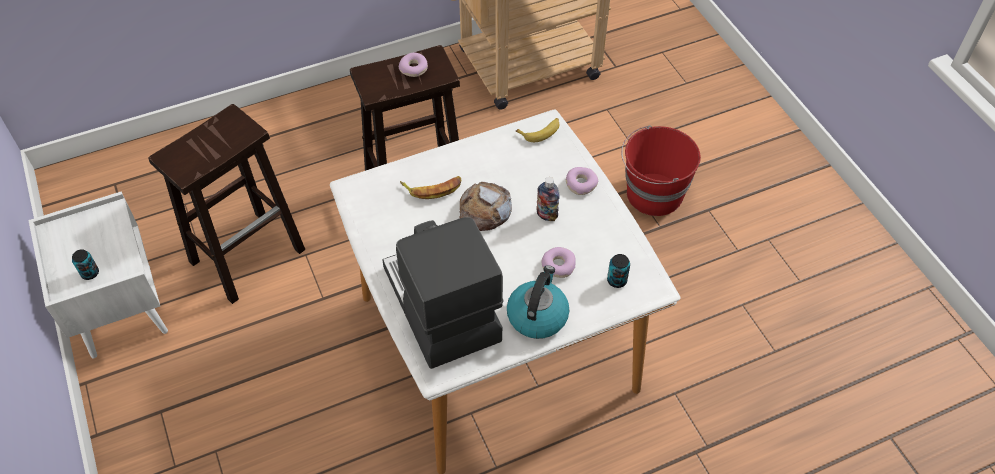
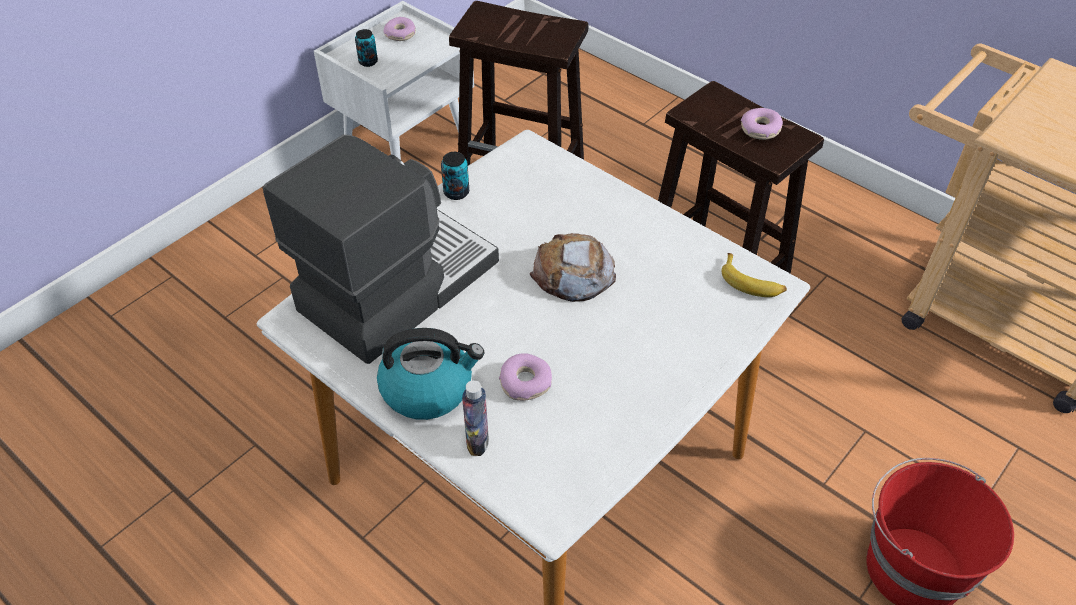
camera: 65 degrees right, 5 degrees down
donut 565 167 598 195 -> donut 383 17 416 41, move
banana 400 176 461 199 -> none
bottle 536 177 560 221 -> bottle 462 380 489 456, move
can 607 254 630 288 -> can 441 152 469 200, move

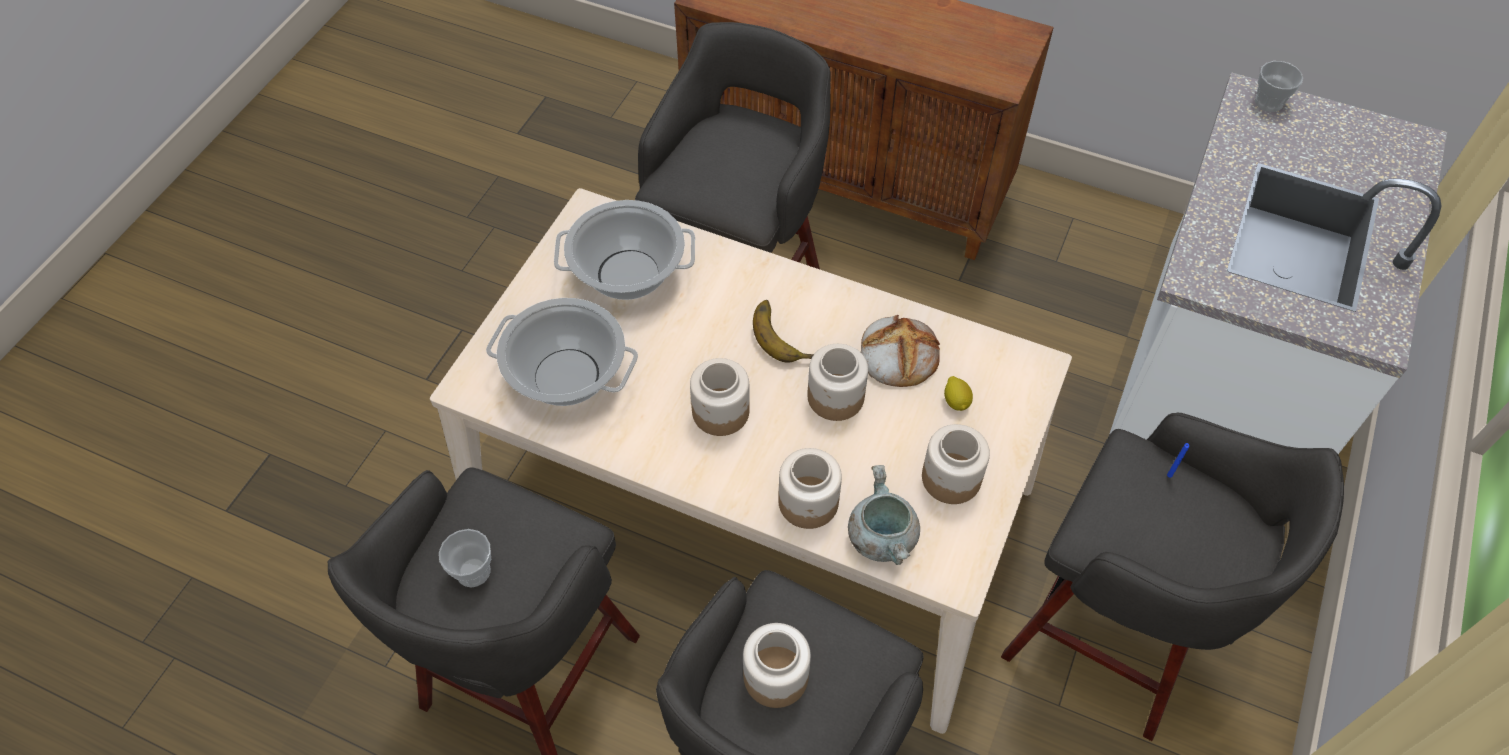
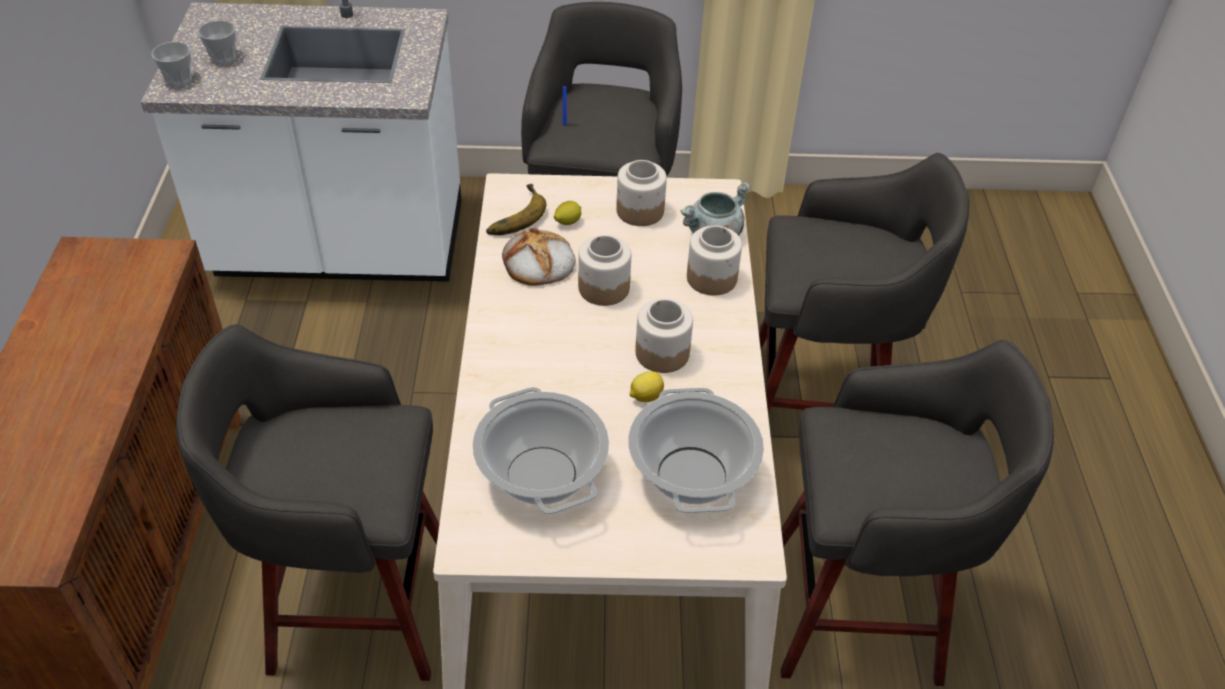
camera: 115 degrees left, 10 degrees down
banana 753 300 814 363 -> banana 486 184 546 235, move
cup 439 529 491 587 -> cup 198 20 236 65, move
jar 743 623 811 708 -> none
none -> lemon 630 371 664 402

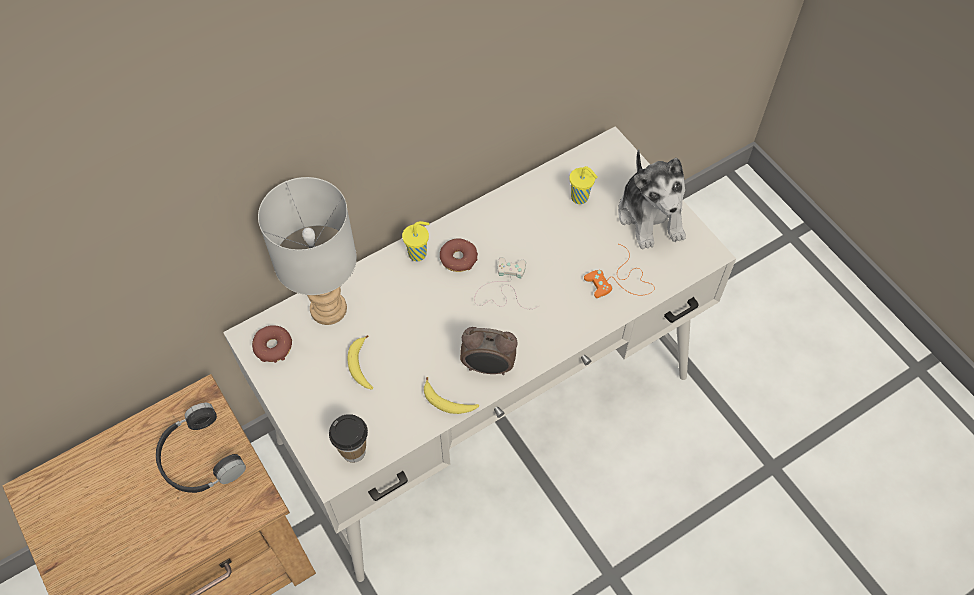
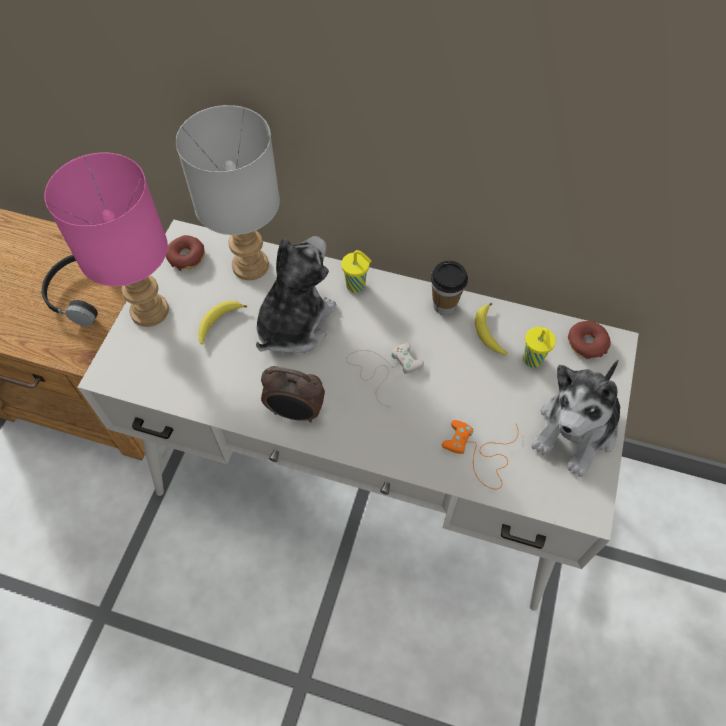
camera: 50 degrees right, 0 degrees up
donut 440 238 478 272 -> donut 568 321 611 359, move
alarm clock 460 327 518 375 -> alarm clock 261 366 325 422, 45 degrees counterclockwise
banana 424 377 479 414 -> banana 475 303 508 355, move
cup 329 414 368 463 -> cup 431 261 468 315, move
none -> table lamp (pink) 44 152 169 327
none -> plush toy 256 236 336 354

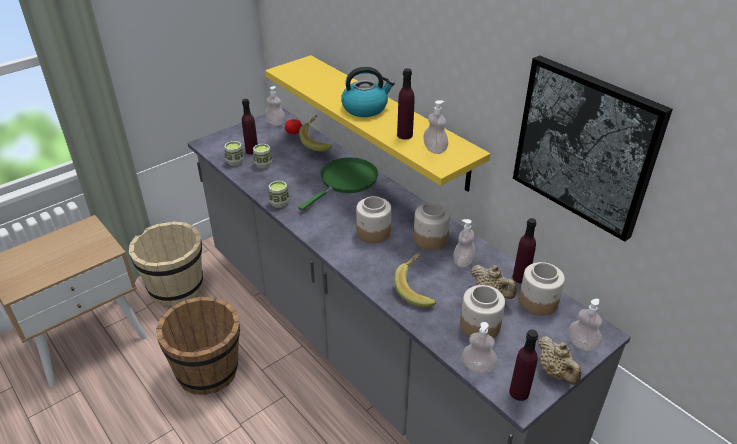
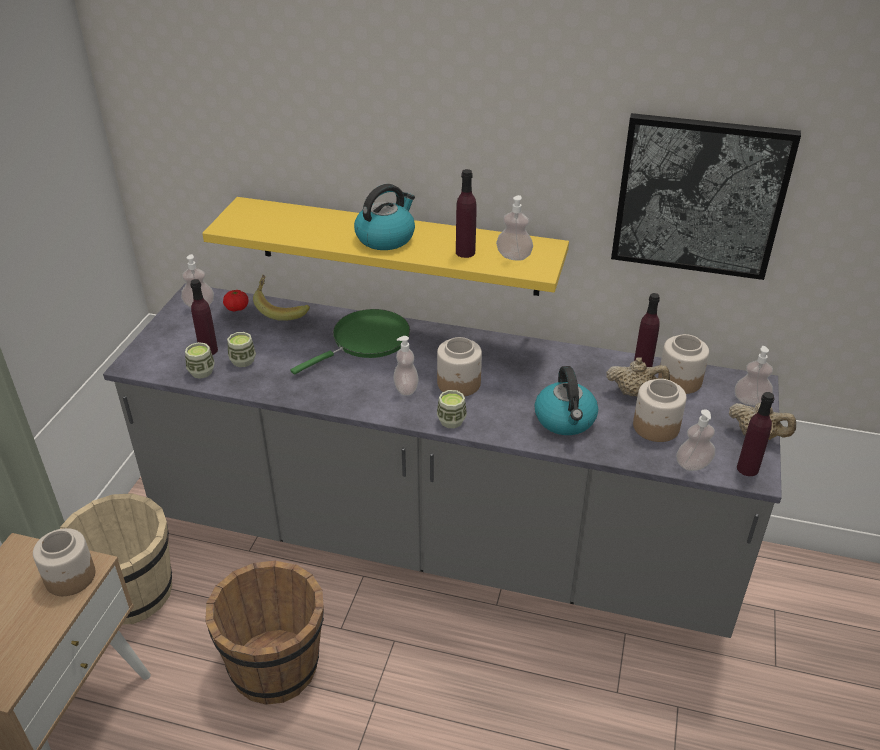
camera: 35 degrees left, 0 degrees up
frying pan (green) 298 158 378 210 -> frying pan (green) 291 309 410 375, 45 degrees clockwise
cup 269 181 290 208 -> cup 437 390 467 428, move
jar 414 202 450 250 -> jar 33 528 95 596, move
soap dispenser 453 219 475 268 -> soap dispenser 393 336 419 396, move
banana 394 252 436 308 -> kettle 535 366 598 435

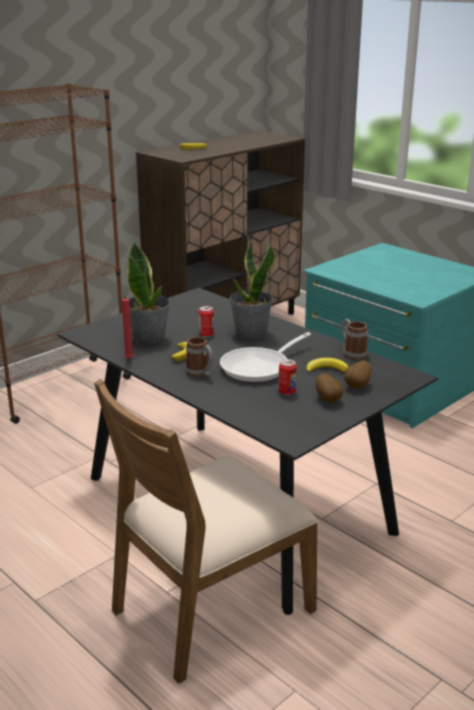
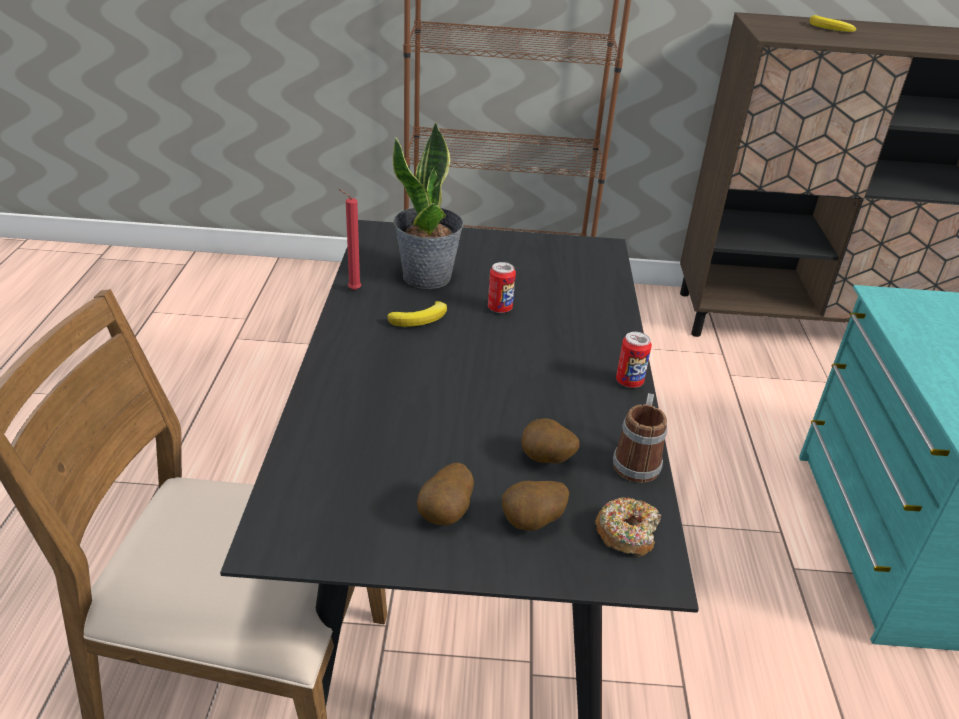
camera: 45 degrees right, 10 degrees up
potted plant 230 240 275 340 -> none
frying pan 220 332 311 382 -> none
mug 185 337 213 377 -> none
banana 307 358 349 373 -> potato 521 418 580 463
can 278 359 297 395 -> can 616 332 652 388, move
none -> donut 595 497 661 557

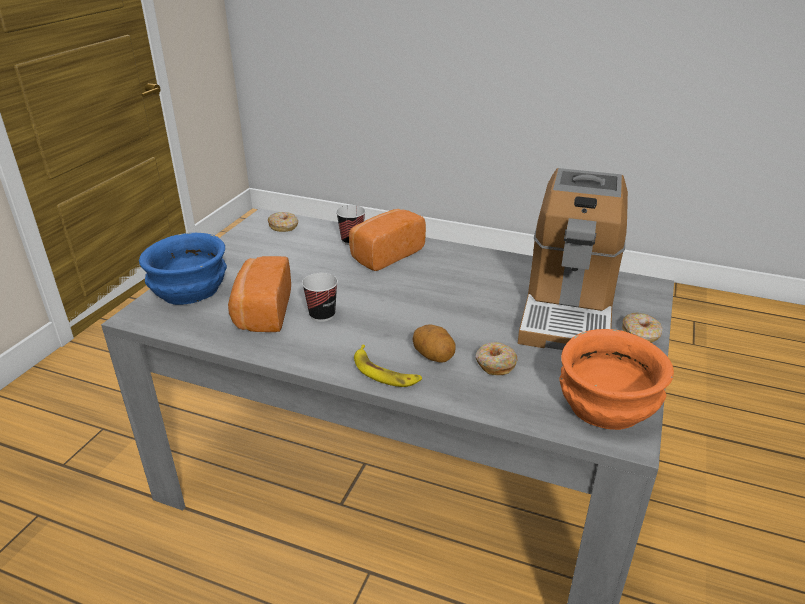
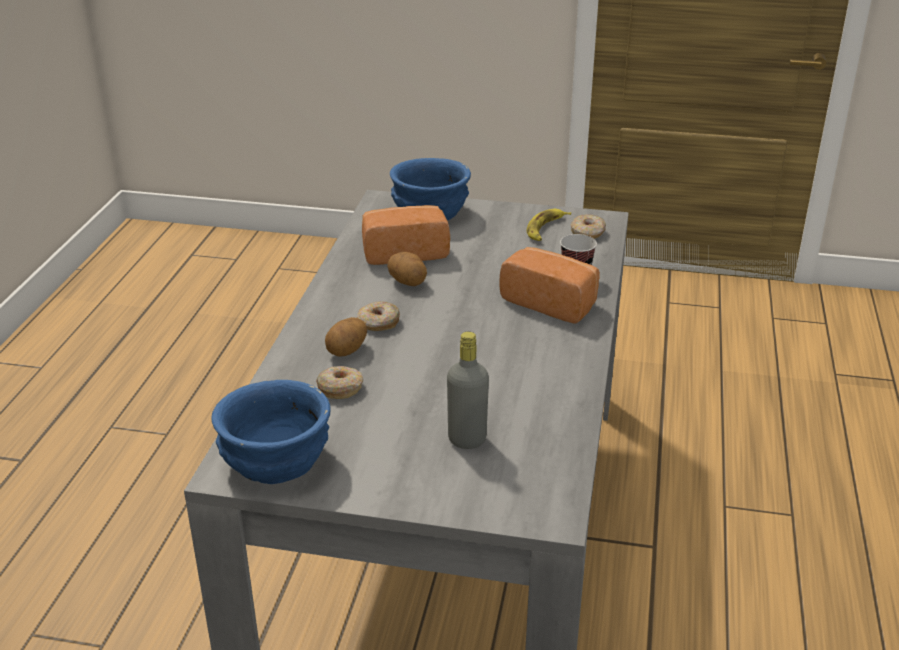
camera: 80 degrees right, 0 degrees up
coffee machine 518 168 628 350 -> bottle (grey) 447 332 489 449
cup 302 273 338 322 -> potato 387 252 427 286
donut 622 313 663 343 -> donut 357 301 400 331, move
bowl (orange) 559 329 674 430 -> bowl (blue) 211 380 331 484
banana 354 344 422 387 -> banana 527 209 571 241, move

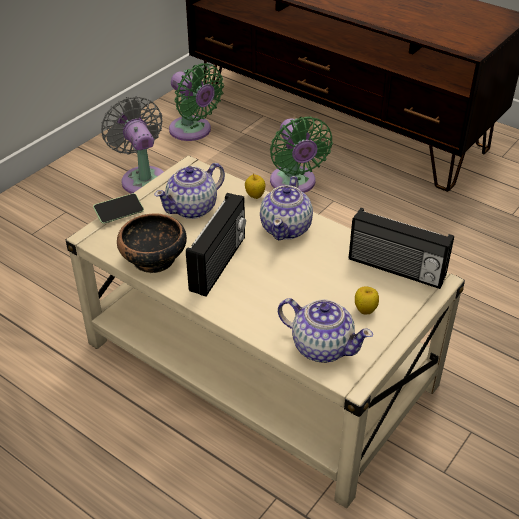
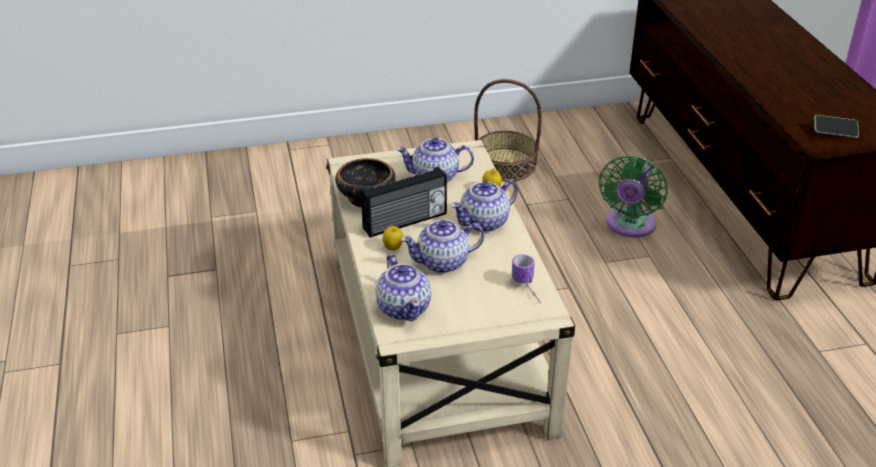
camera: 40 degrees right, 5 degrees down
fan (green) 169 63 224 141 -> none
fan (grey) 101 96 164 194 -> basket 474 79 542 181
phone 93 193 144 224 -> phone 814 115 859 138, move
radio 349 208 454 289 -> mug 512 255 541 304
apple 355 286 379 314 -> apple 382 226 403 251, move
none -> teapot 401 220 484 273

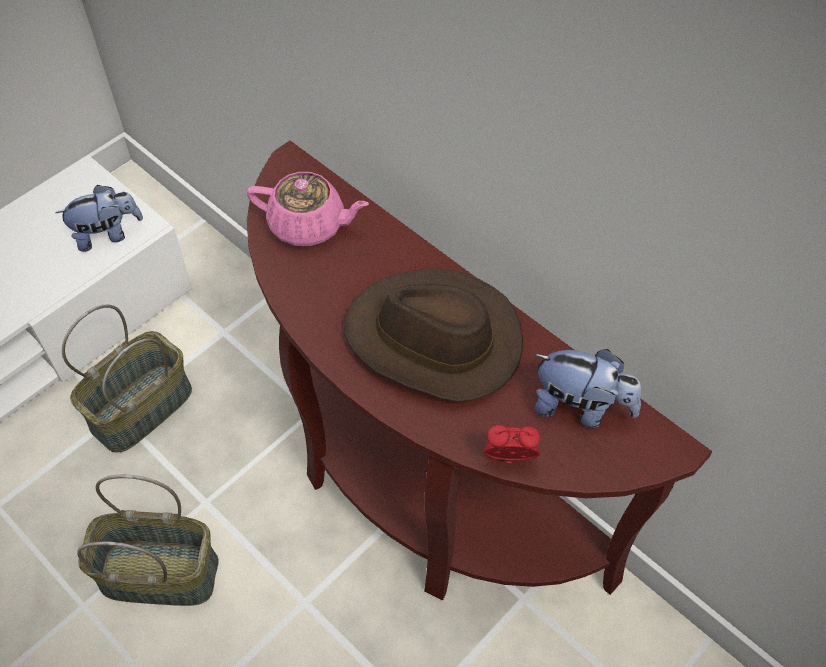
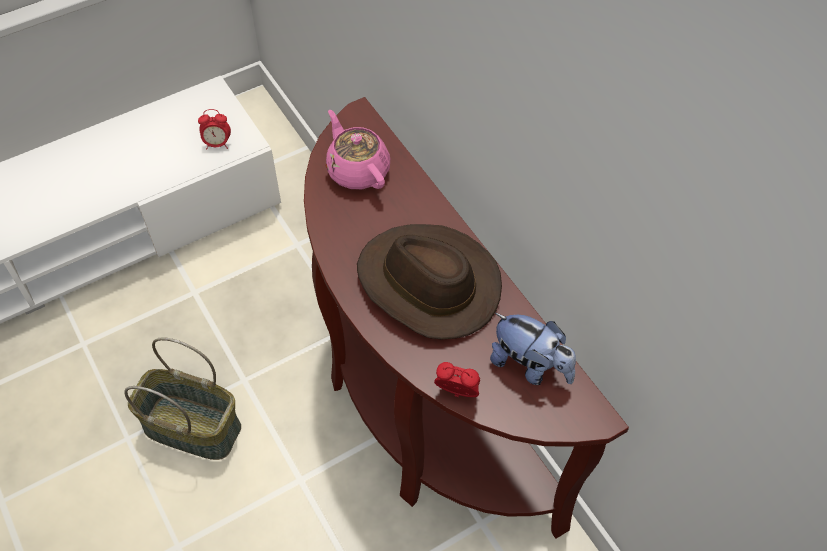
camera: 15 degrees right, 0 degrees up
teapot (pink) 247 172 369 246 -> teapot (pink) 326 110 390 189, 150 degrees counterclockwise
plush toy 55 185 143 252 -> alarm clock 198 109 231 150
basket 62 305 192 453 -> none

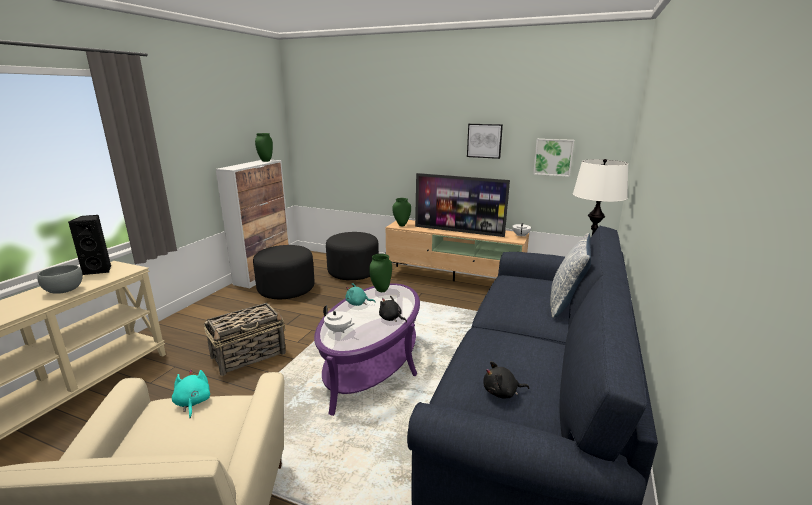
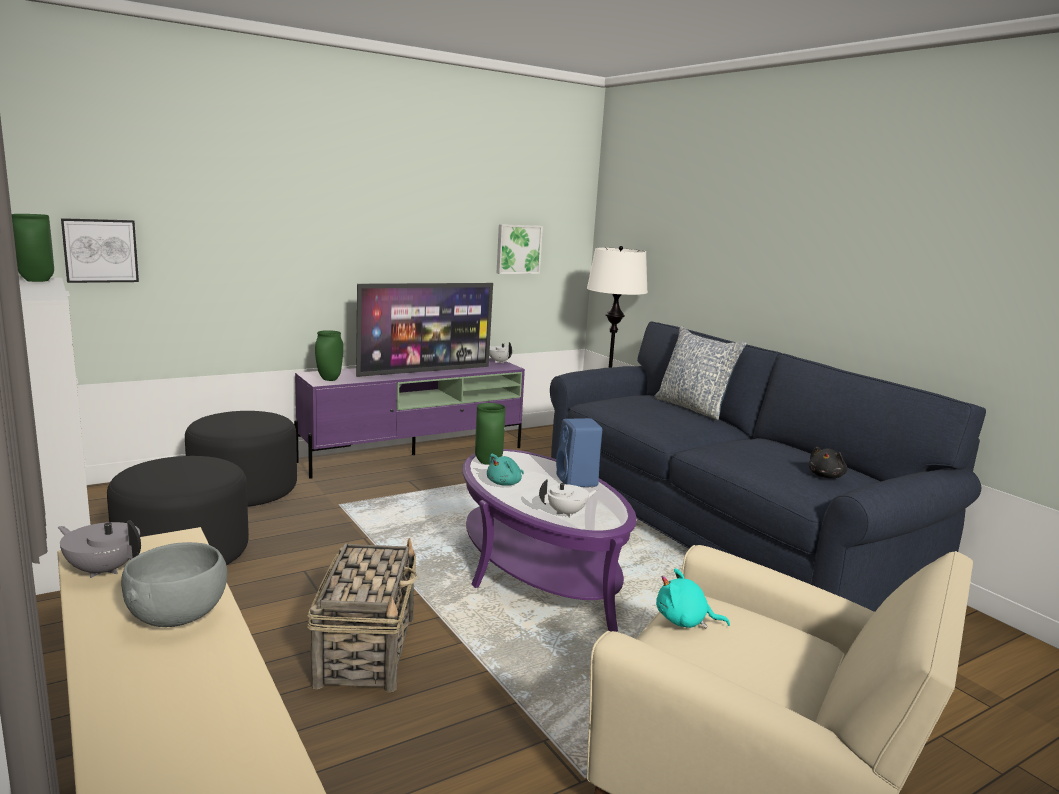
camera: 55 degrees left, 5 degrees down
picture 467 124 503 159 -> picture 61 218 139 283, move
speaker (black) 68 215 111 275 -> teapot (grey) 58 520 141 578
tv stand (beige) 385 220 529 281 -> tv stand (purple) 294 358 525 479
plush toy (black) 379 296 407 323 -> speaker (blue) 556 418 602 487

